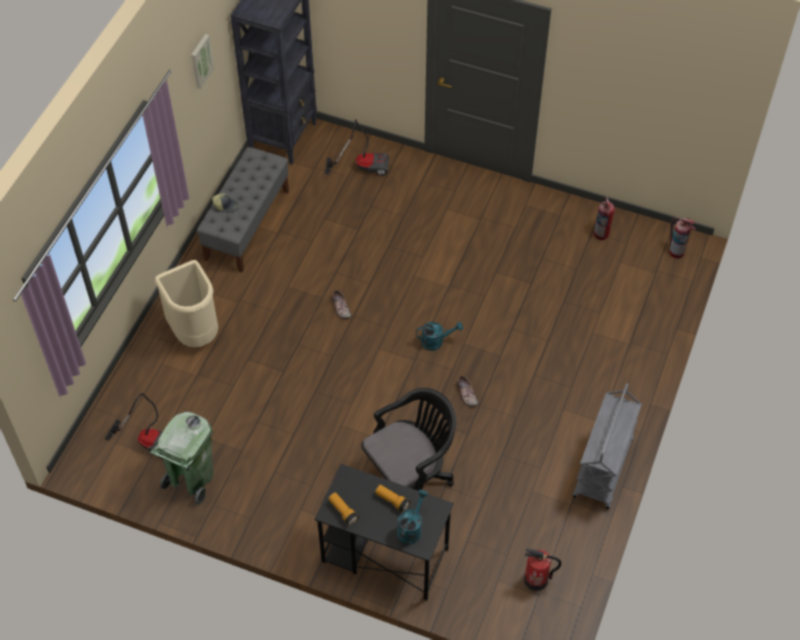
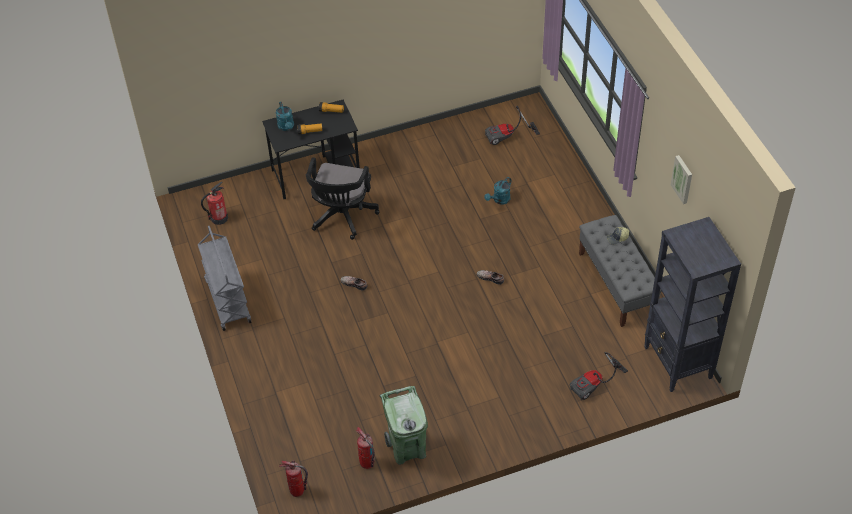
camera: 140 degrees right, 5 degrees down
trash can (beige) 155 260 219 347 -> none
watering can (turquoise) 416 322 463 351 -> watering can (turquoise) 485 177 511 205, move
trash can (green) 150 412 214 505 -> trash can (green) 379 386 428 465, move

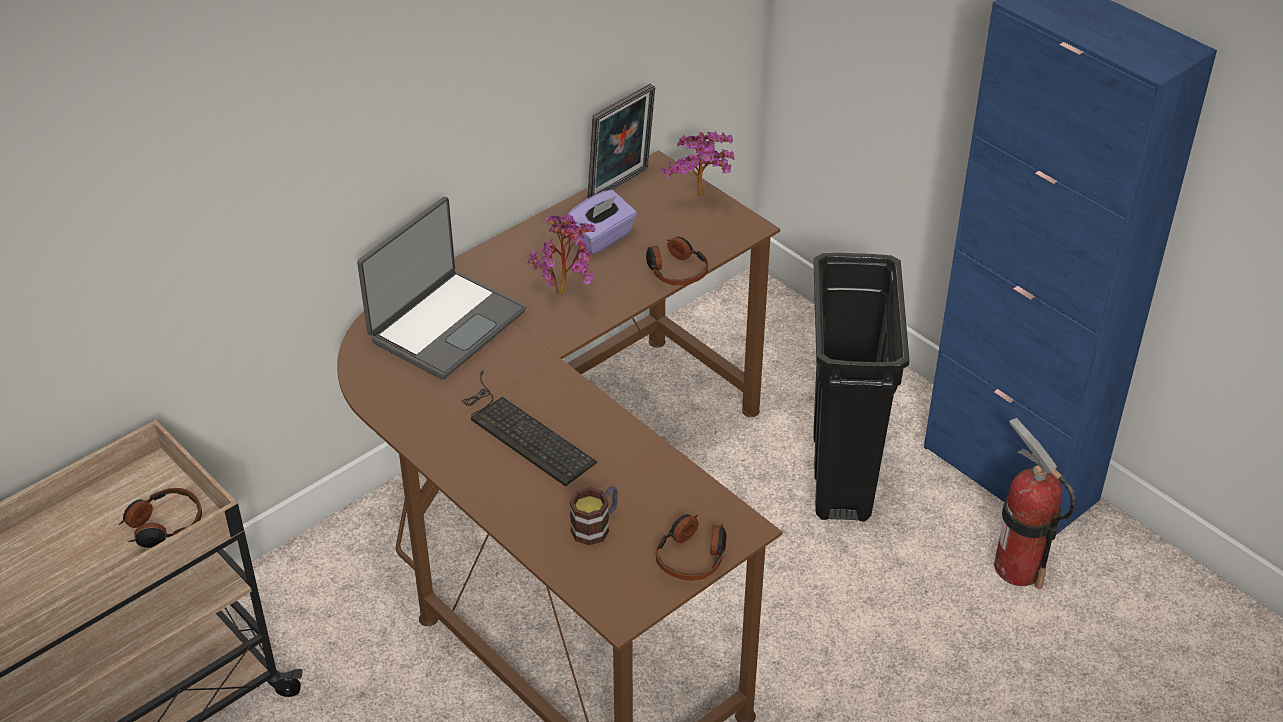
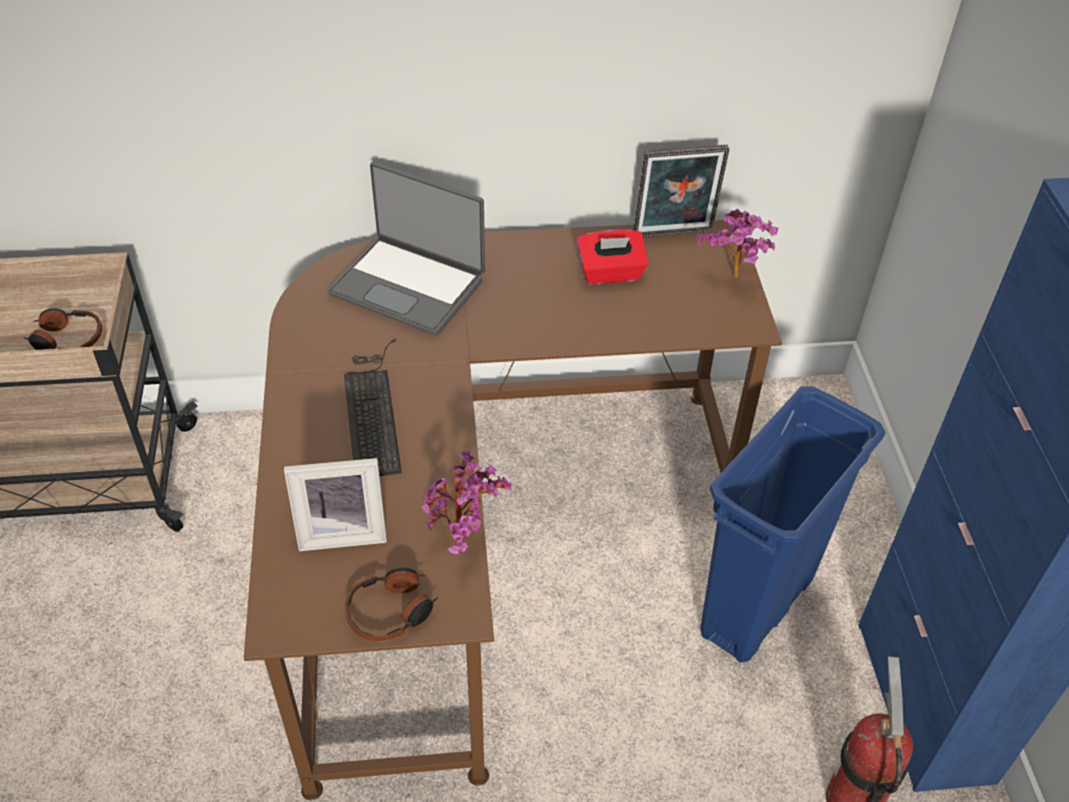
camera: 35 degrees right, 5 degrees up
tissue box (purple) 568 190 637 254 -> tissue box (red) 576 229 648 285
laptop 357 197 526 380 -> laptop 328 162 485 336, 45 degrees clockwise
potted plant 527 214 596 294 -> potted plant 422 451 512 554, move
headphones 646 237 708 285 -> none
trash can (black) 813 253 909 522 -> trash can (blue) 700 387 885 663
mug 569 486 618 545 -> picture frame 284 458 387 551

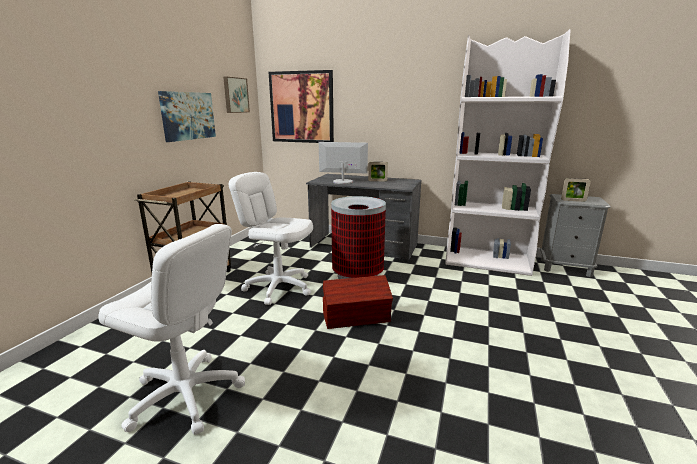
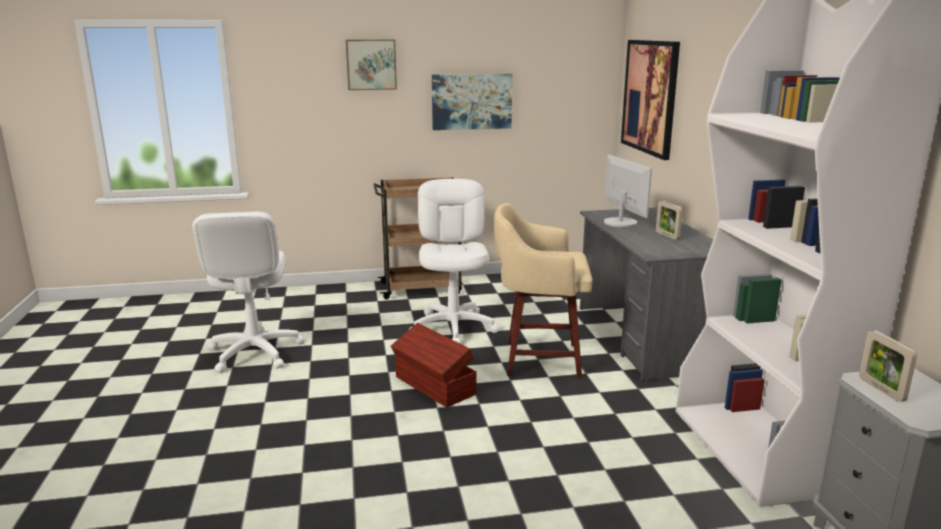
camera: 60 degrees right, 0 degrees up
picture 223 77 250 113 -> picture 346 40 397 90, move
trash can 331 196 386 279 -> stool (beige) 494 203 592 378

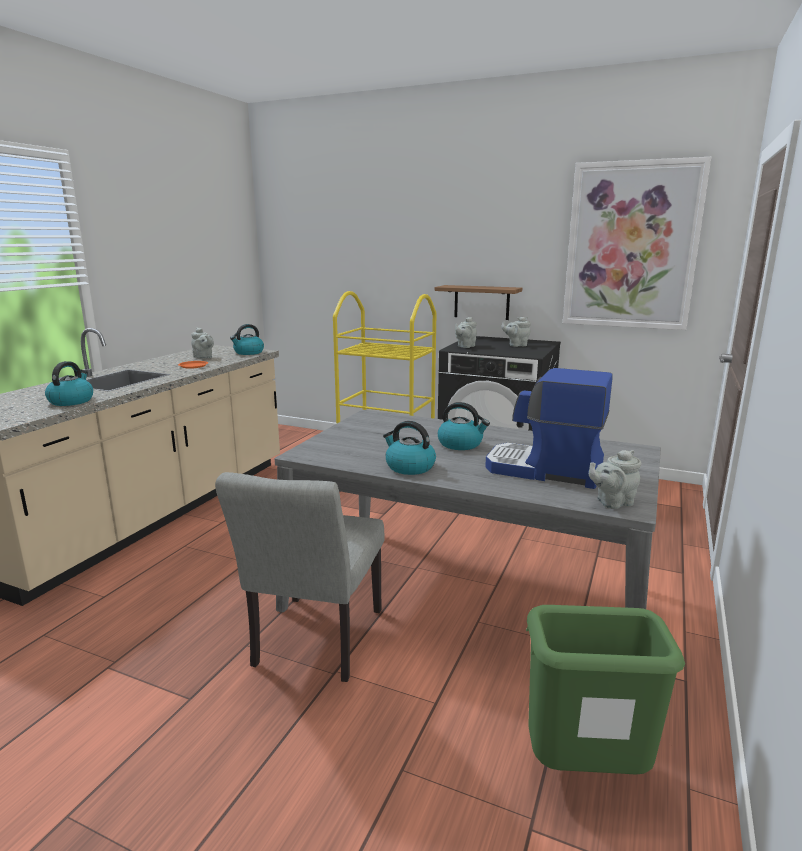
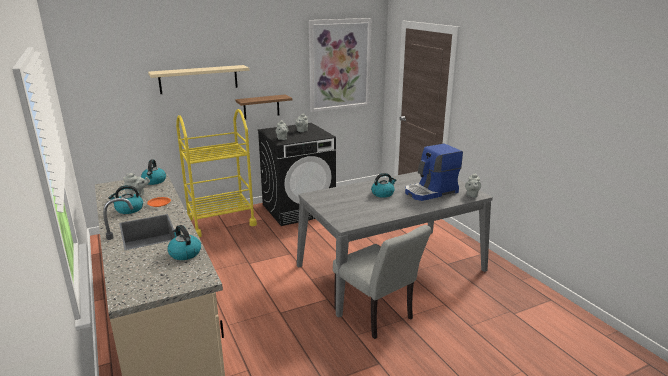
camera: 50 degrees left, 5 degrees up
kettle 383 421 436 475 -> kettle 108 185 143 214, move
trash can (green) 526 605 685 774 -> none
none -> shelf (beige) 148 65 249 94

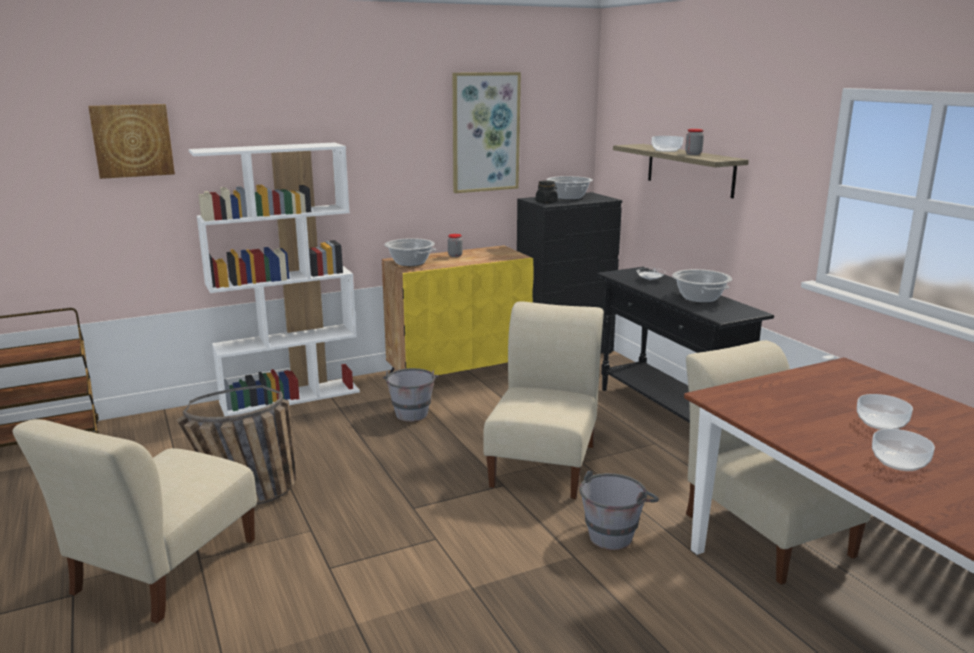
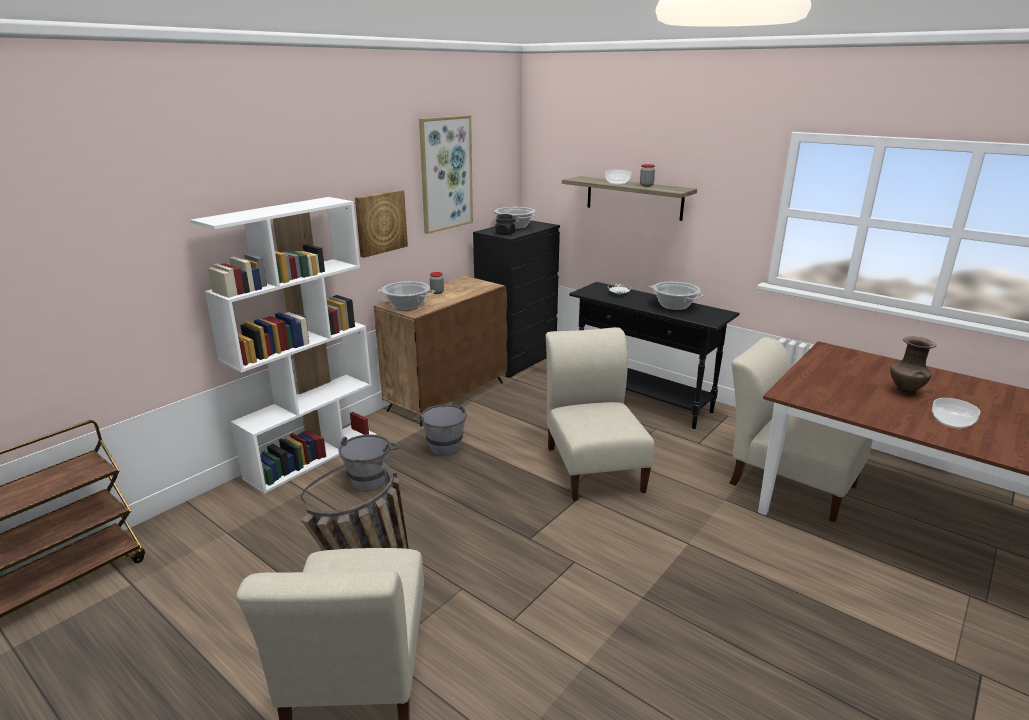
camera: 25 degrees left, 5 degrees up
picture 88 104 175 179 -> picture 355 190 408 258, move
cabinet (yellow) 382 245 534 375 -> cabinet (brown) 374 276 507 427
bowl 857 394 913 430 -> vase (brown) 890 336 936 397
bucket (grey) 579 471 659 550 -> bucket (grey) 339 434 399 492, move

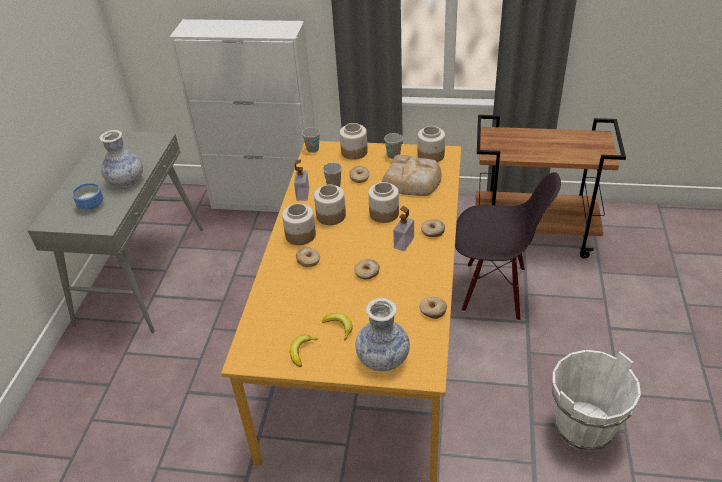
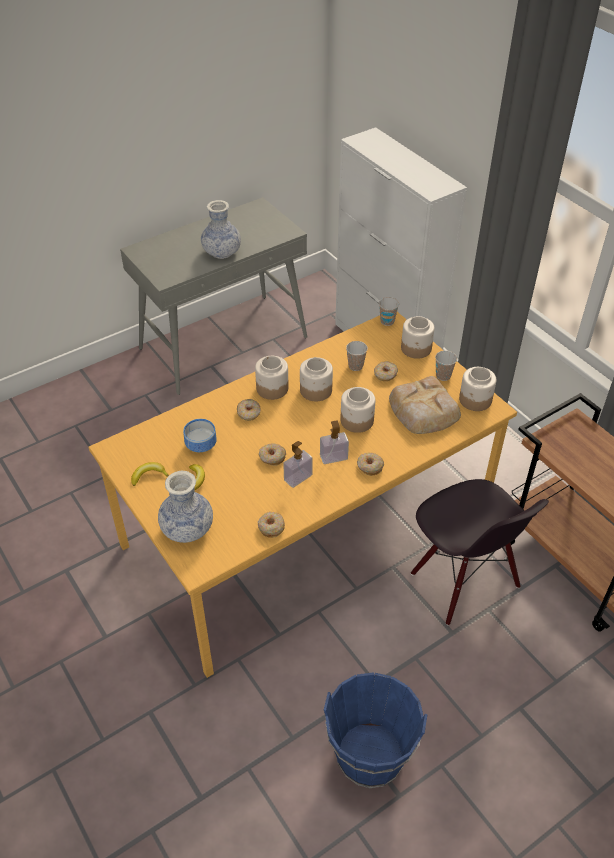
camera: 45 degrees right, 5 degrees up
soap dispenser 294 159 309 201 -> soap dispenser 283 441 312 488, move
bowl 72 183 103 210 -> bowl 183 419 217 452, move
bucket (white) 552 350 641 451 -> bucket (blue) 324 672 427 788

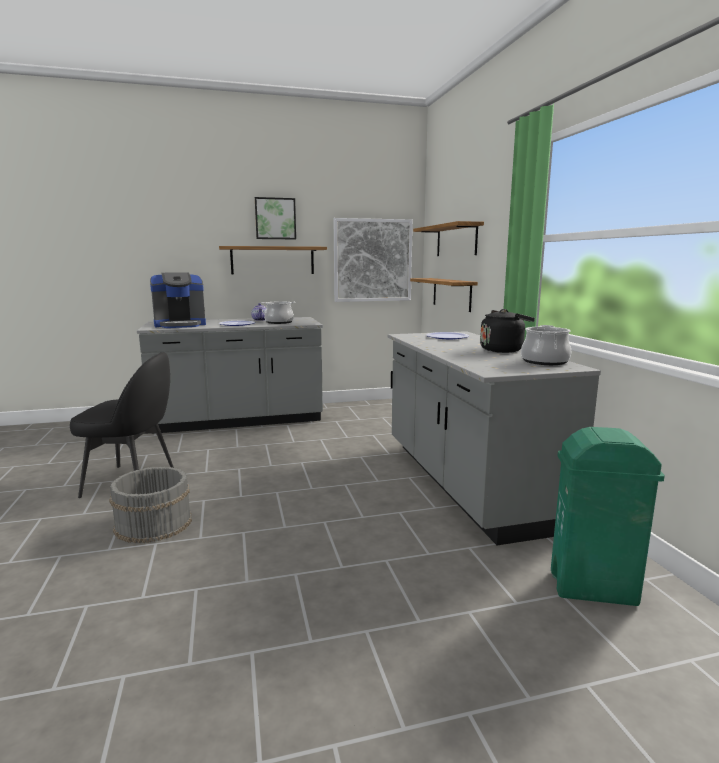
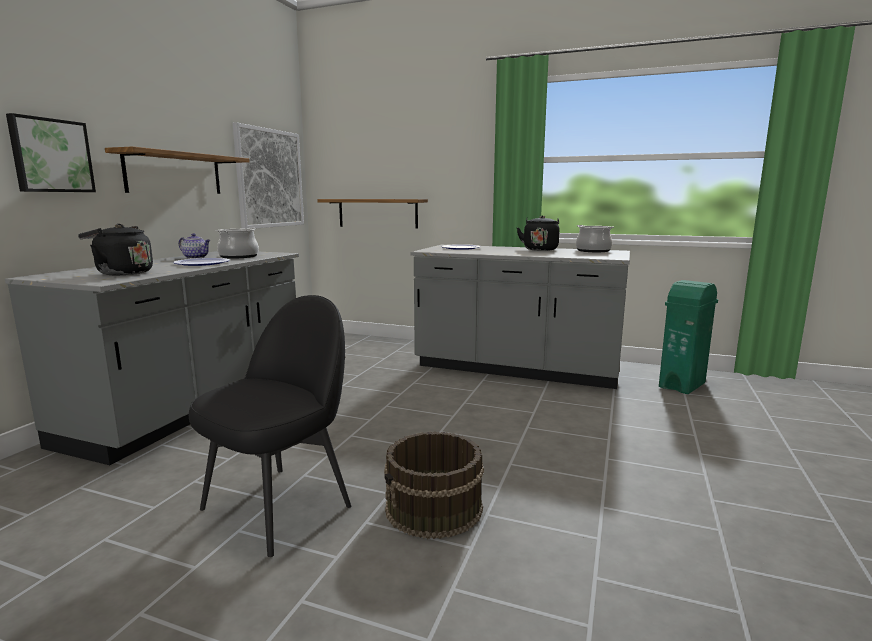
camera: 55 degrees left, 0 degrees up
picture 255 197 296 239 -> picture 6 113 96 192, move
shelf 413 221 484 256 -> none
coffee machine 150 272 206 328 -> kettle (black) 78 224 153 275
bucket (grey) 109 467 192 543 -> bucket (brown) 384 432 484 539

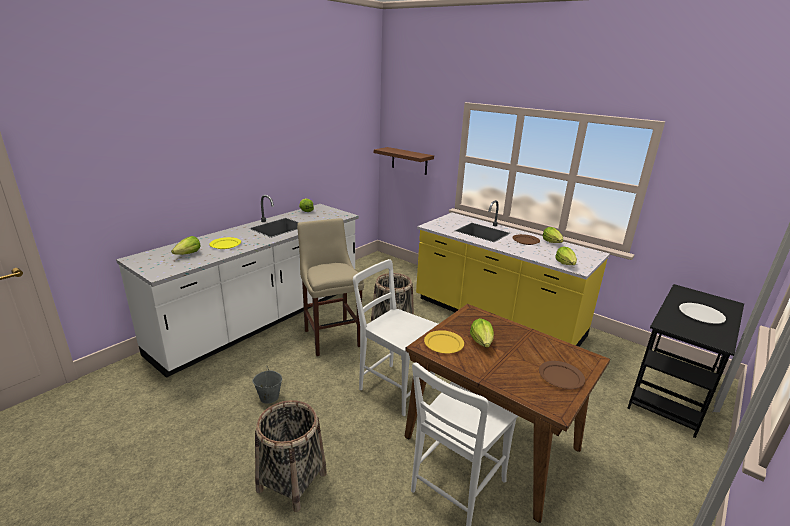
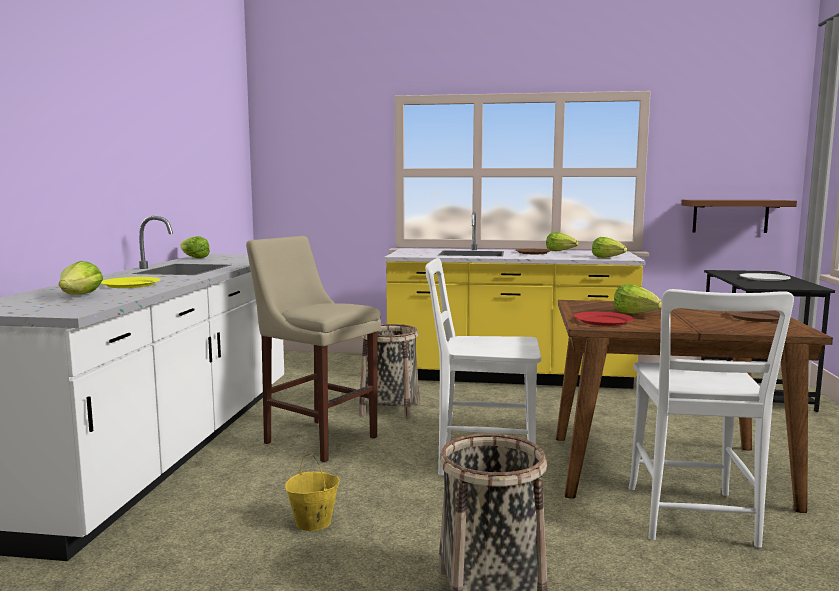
camera: 30 degrees left, 15 degrees down
shelf (brown) 374 147 434 175 -> shelf (brown) 682 200 797 233, move
plate (yellow) 424 330 464 354 -> plate (red) 574 312 634 326
bucket (grey) 252 365 282 404 -> bucket (yellow) 285 453 340 531

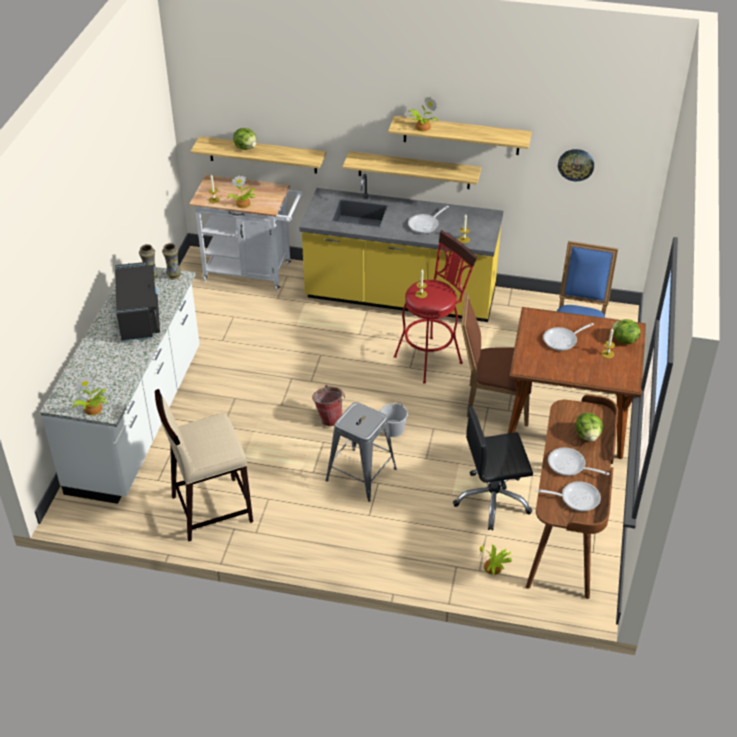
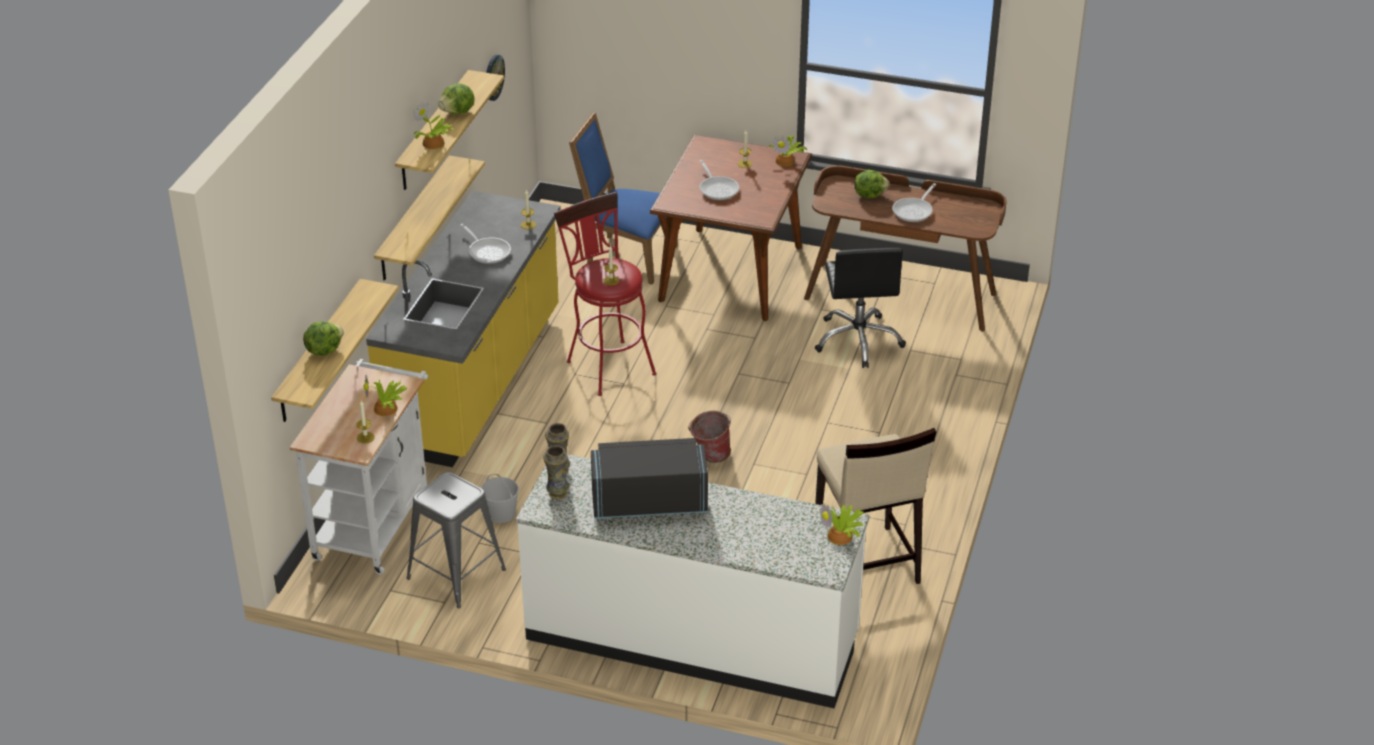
camera: 85 degrees left, 5 degrees down
chair (brown) 461 292 532 426 -> none
lettuce 612 319 640 344 -> lettuce 438 83 474 114, move
stool (grey) 325 402 397 502 -> stool (grey) 407 472 506 608, move
bucket (white) 380 402 408 437 -> bucket (white) 481 474 519 523, move
frying pan 536 481 601 511 -> none
potted plant 479 541 512 575 -> potted plant 769 135 807 166, move

